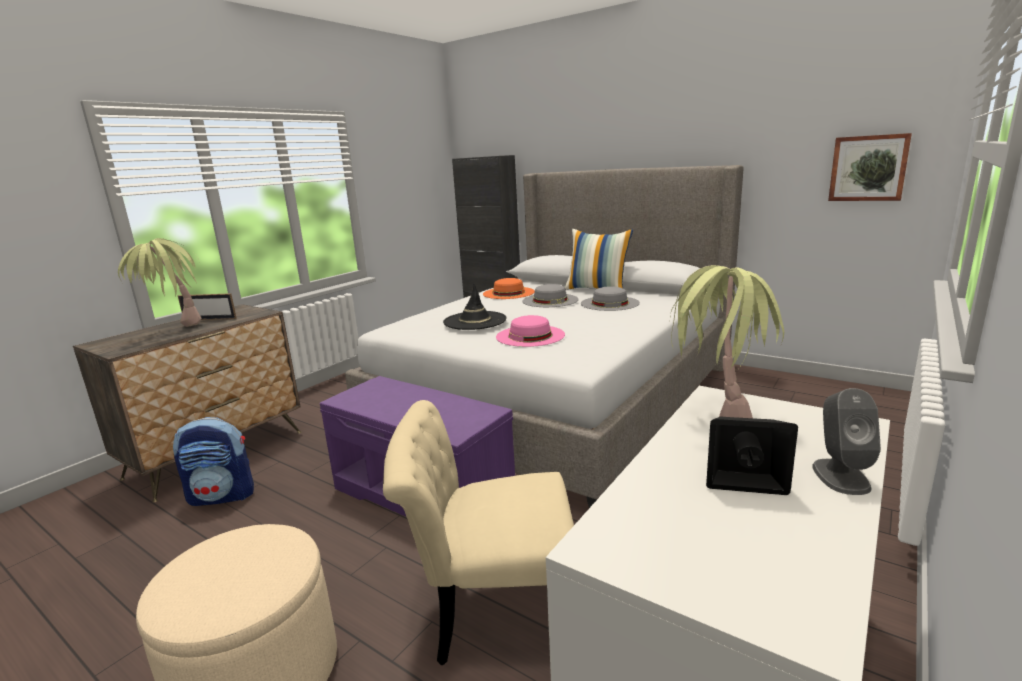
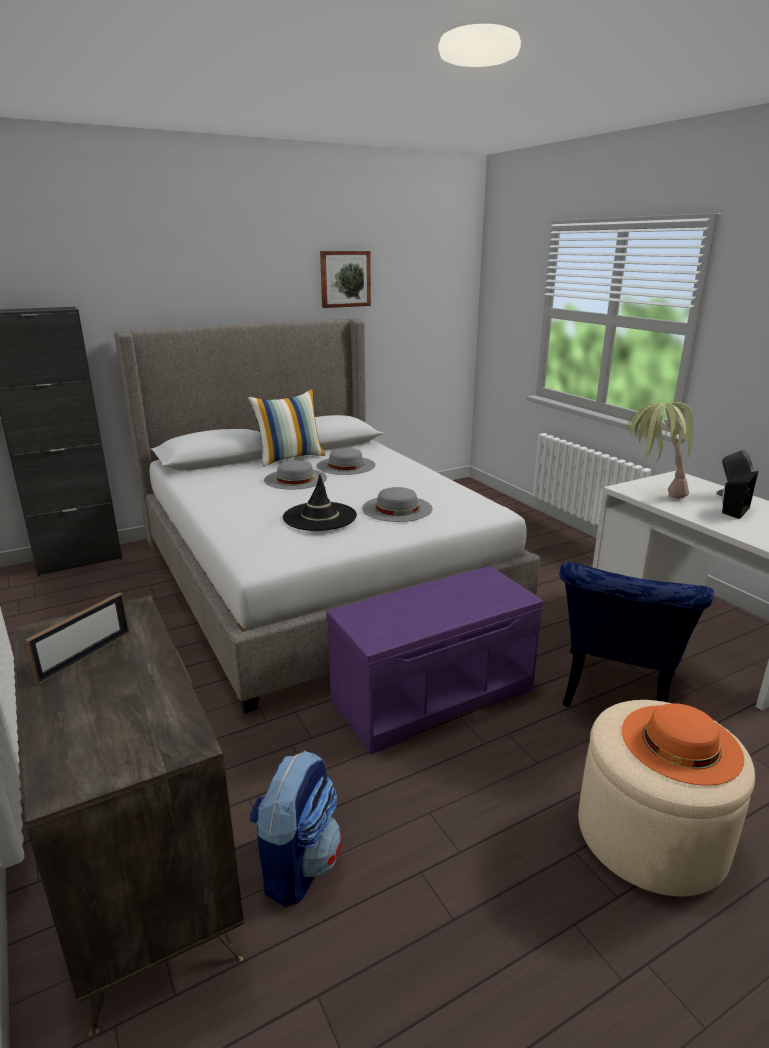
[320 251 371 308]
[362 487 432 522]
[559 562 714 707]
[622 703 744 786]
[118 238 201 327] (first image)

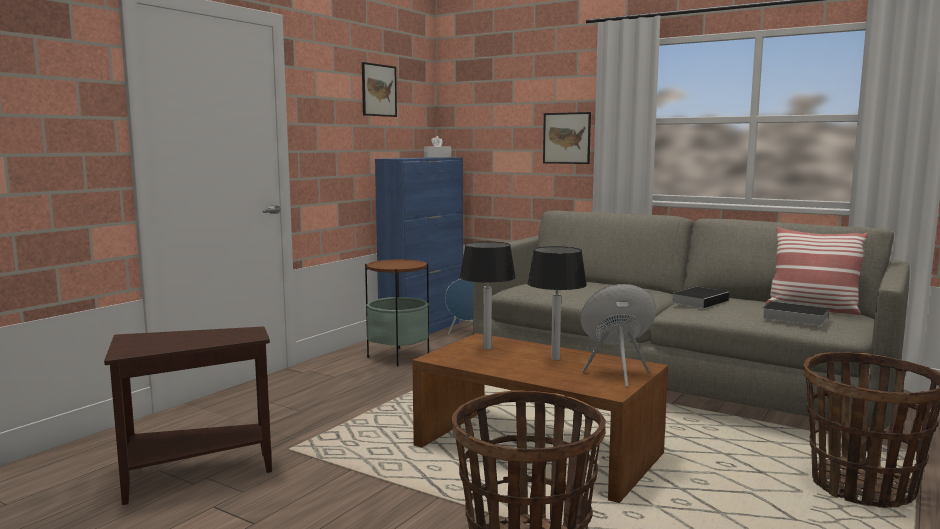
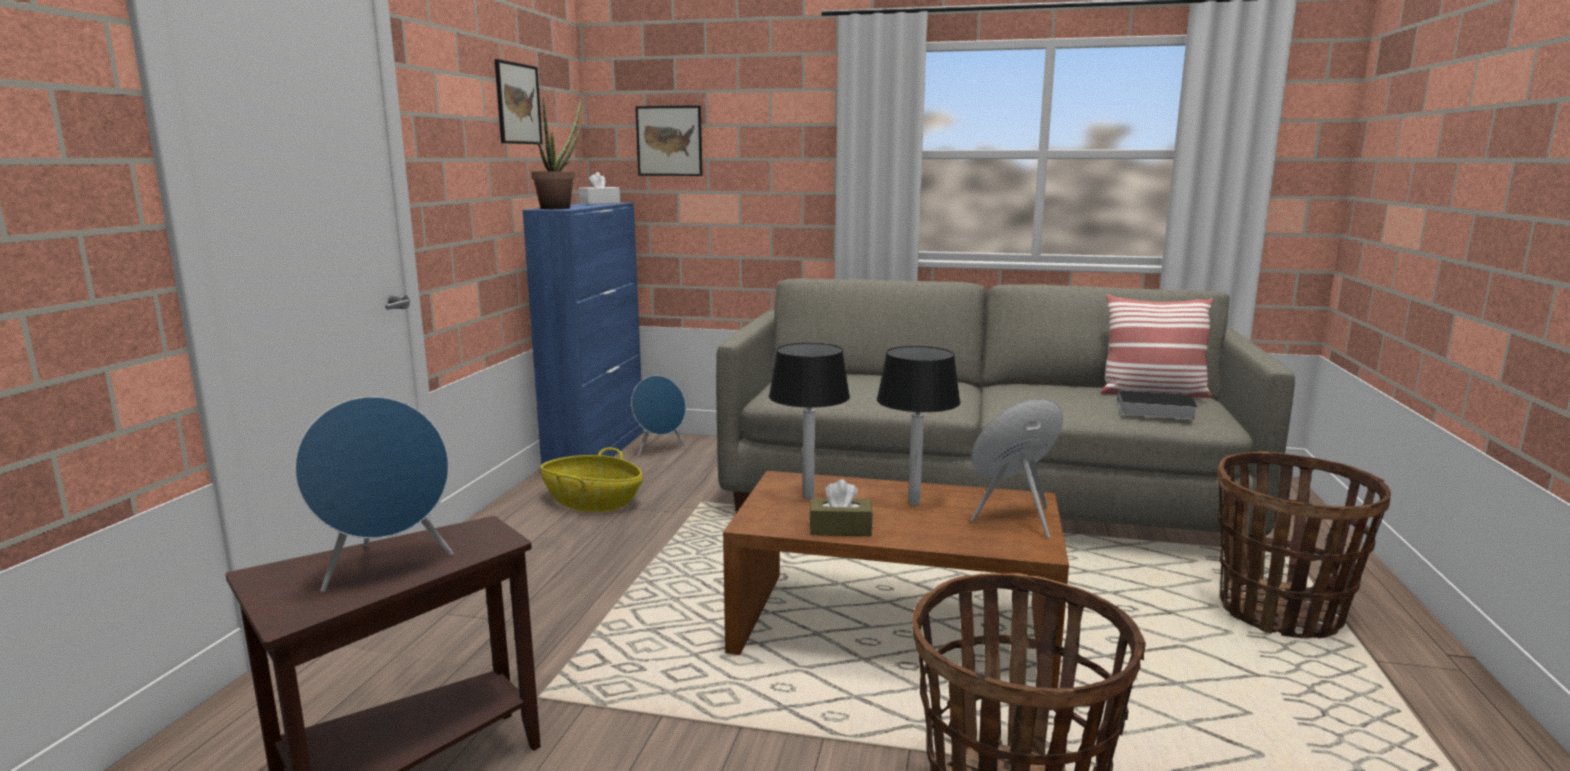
[295 397 454 592]
[531 97 582 209]
[541 448 643 512]
[635 105 703 176]
[809 479 873 536]
[671 287 729 308] (first image)

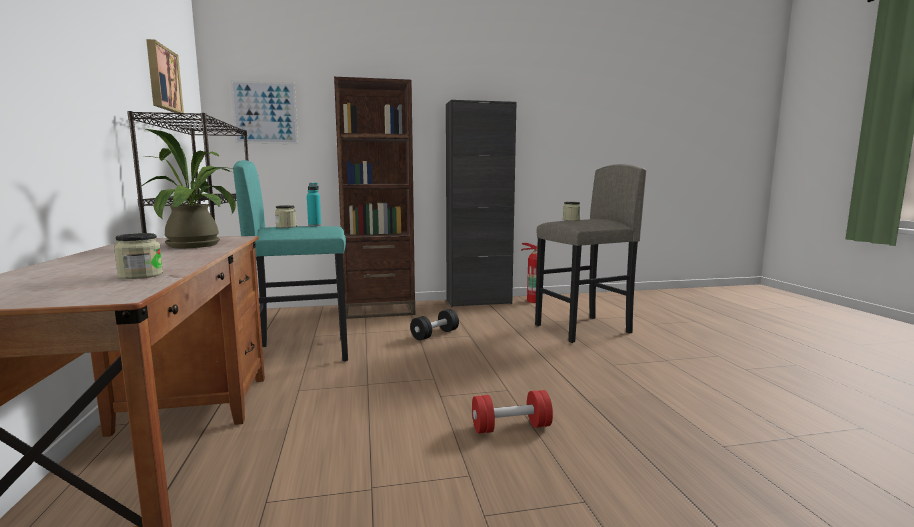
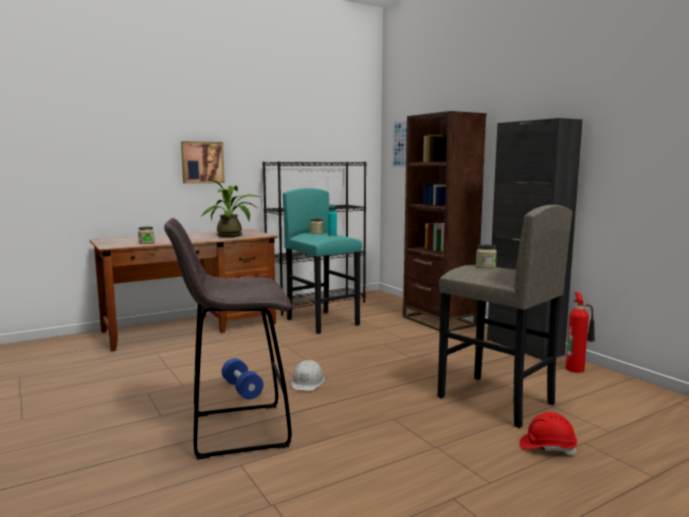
[164 218 292 459]
[181 141 225 184]
[222 358 263 399]
[291 360 324 391]
[519 412 577 455]
[410 309 459 341] (first image)

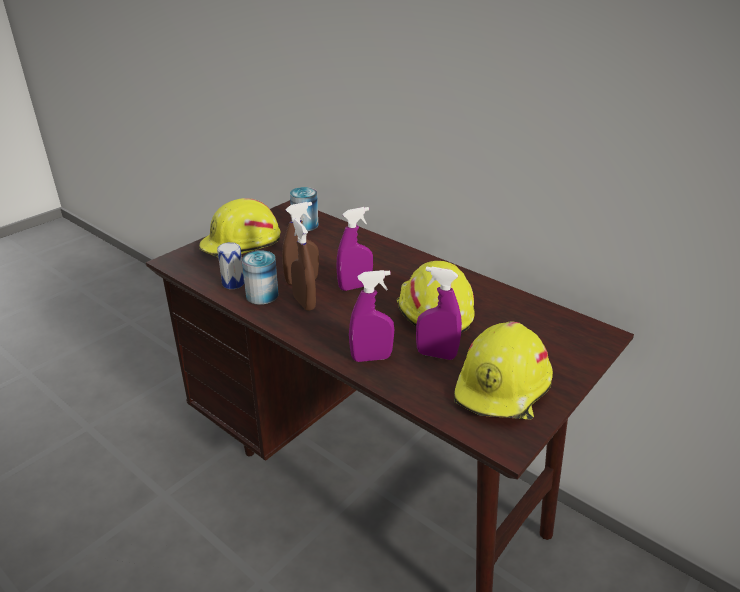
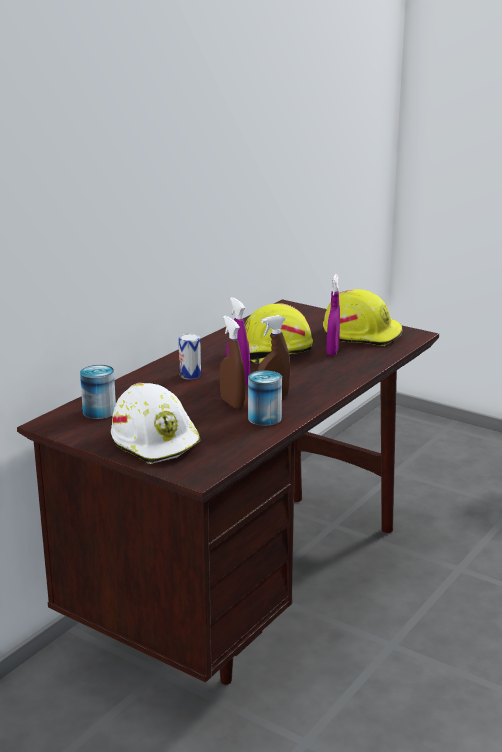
[111 383 201 464]
[178 334 201 379]
[349 270 394 362] (first image)

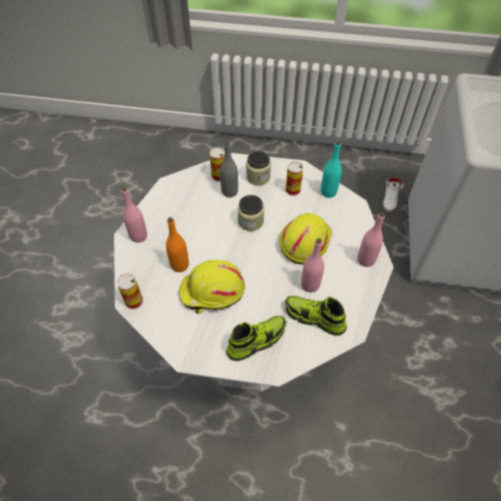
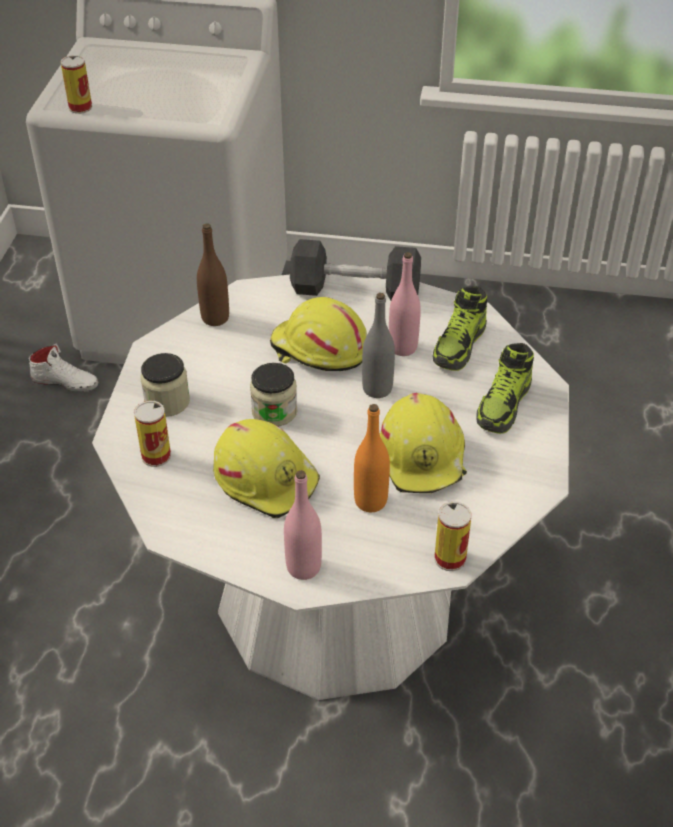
[60 55 92 114]
[197 223 229 326]
[213 419 320 518]
[290 239 421 300]
[362 293 395 398]
[476 343 534 434]

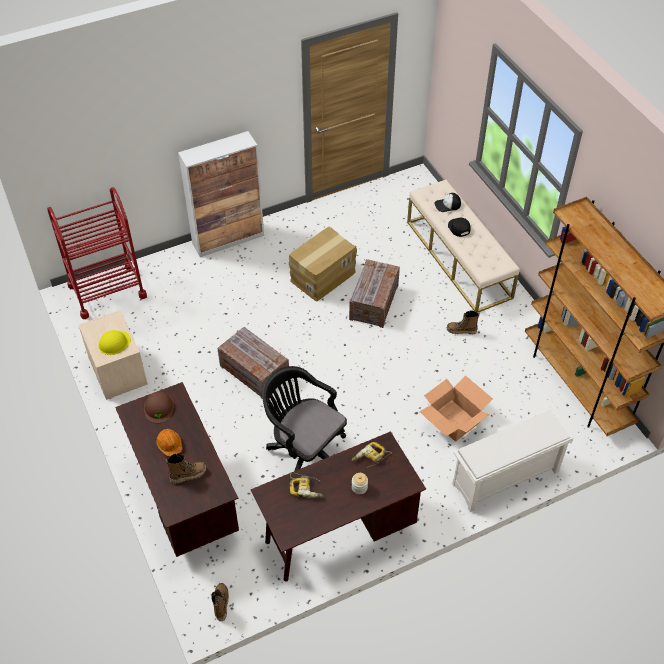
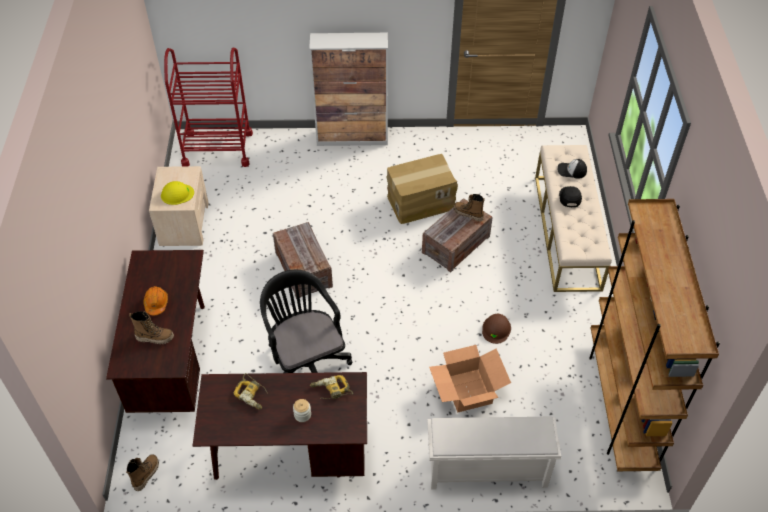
[453 194 485 222]
[482 314 511 344]

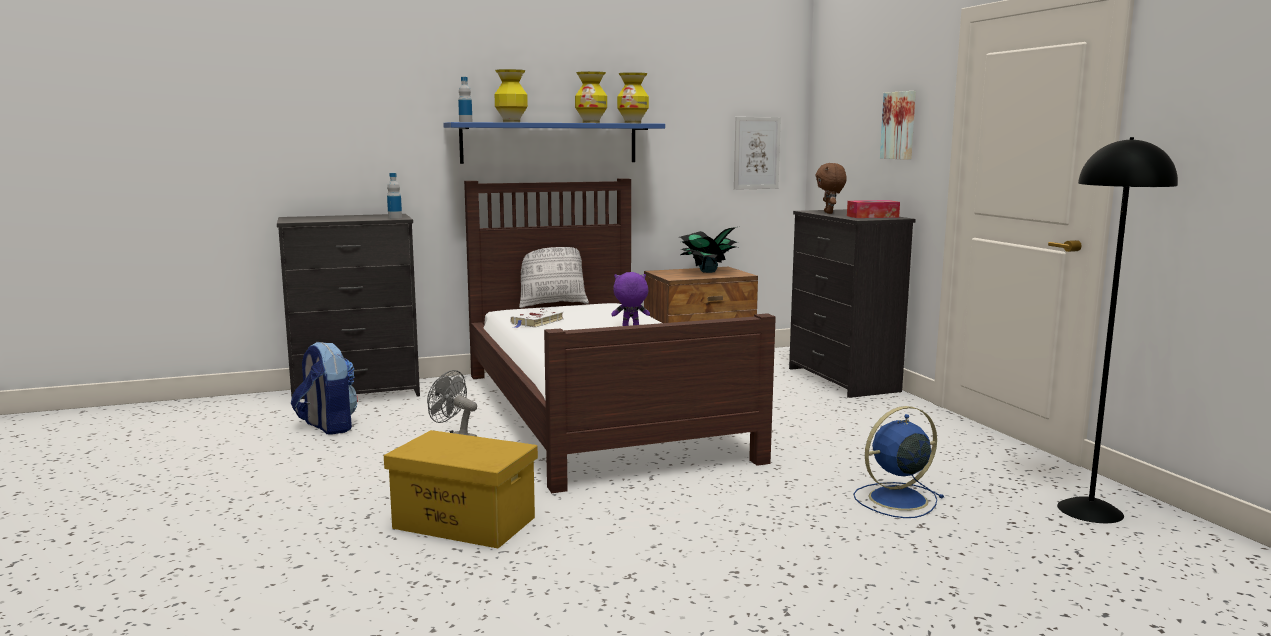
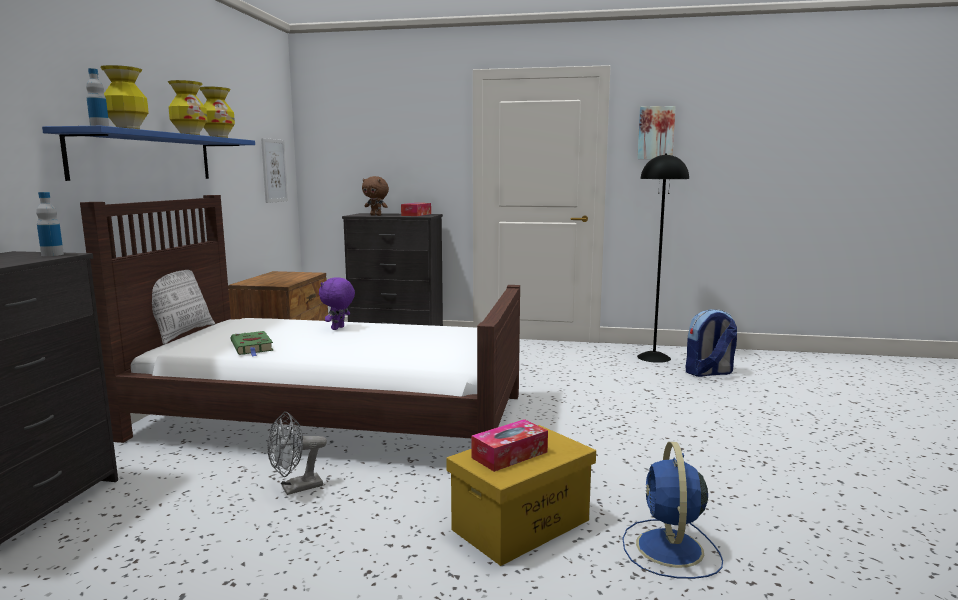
[231 331 273 357]
[471 419 548 472]
[622 442 723 579]
[637 106 676 159]
[686 309 737 377]
[679 227 738 273] (first image)

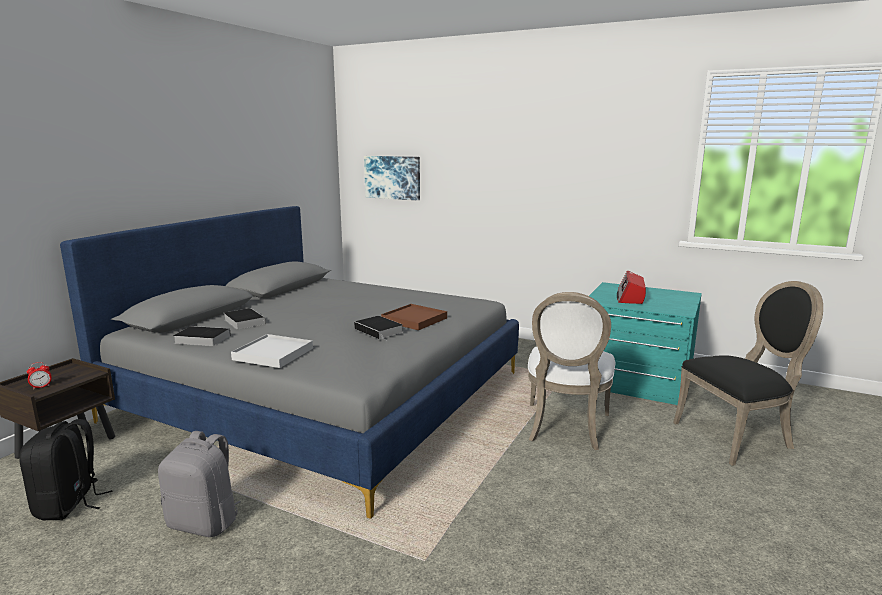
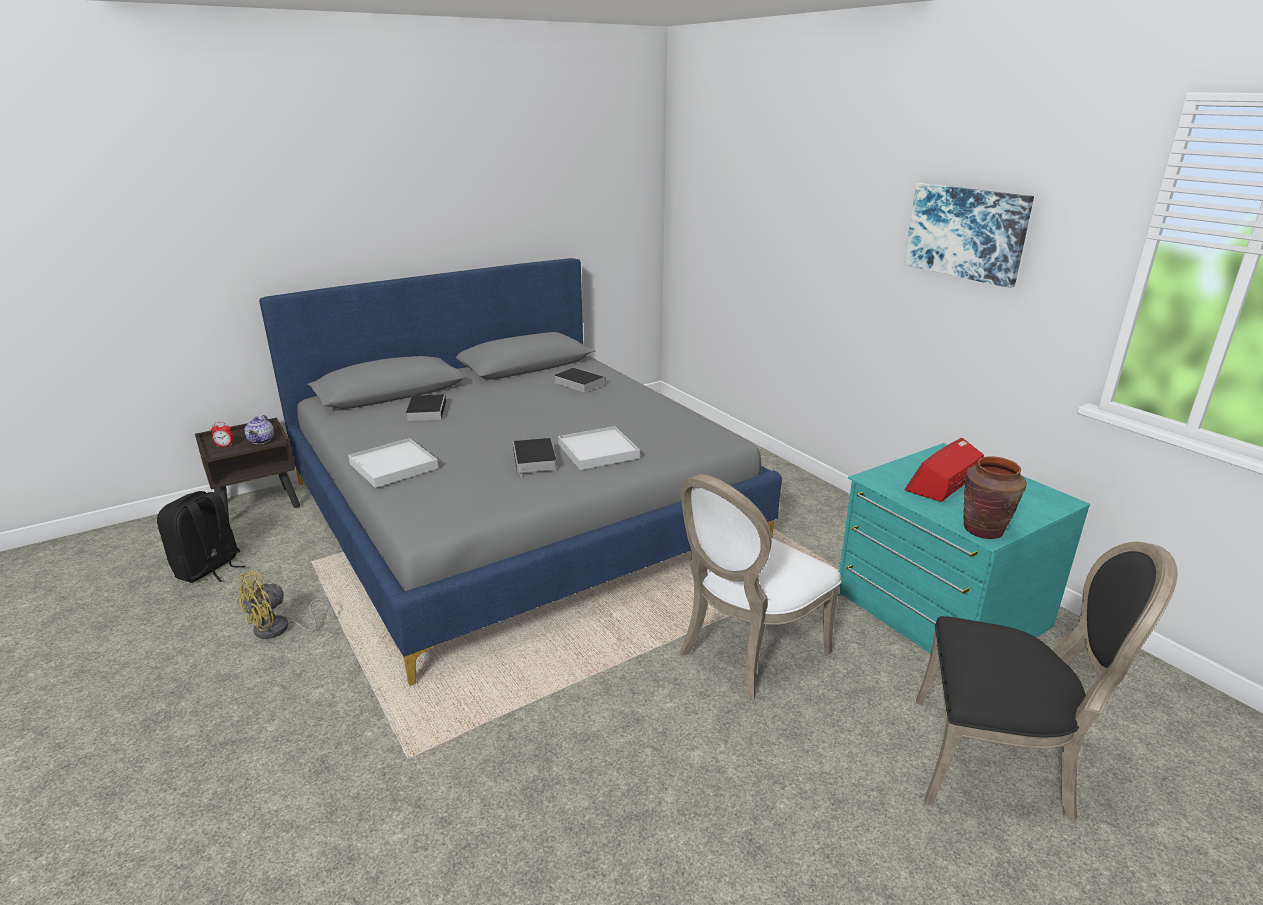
[237 571 334 639]
[245 415 274 444]
[554 368 605 392]
[558 426 640 470]
[904 183 1034 288]
[963 456 1027 539]

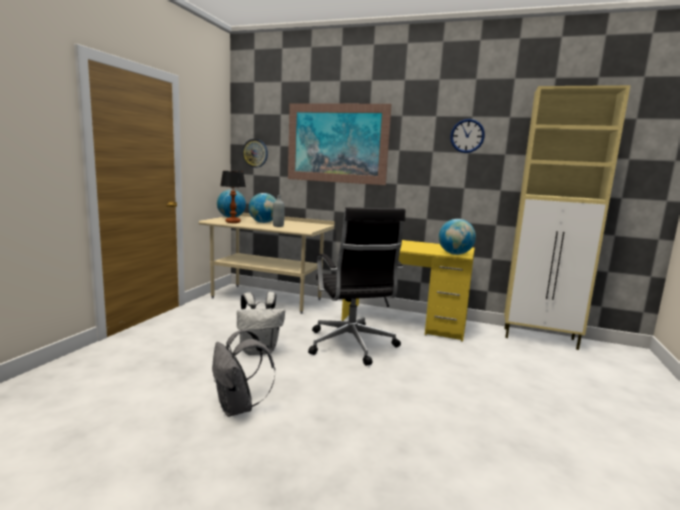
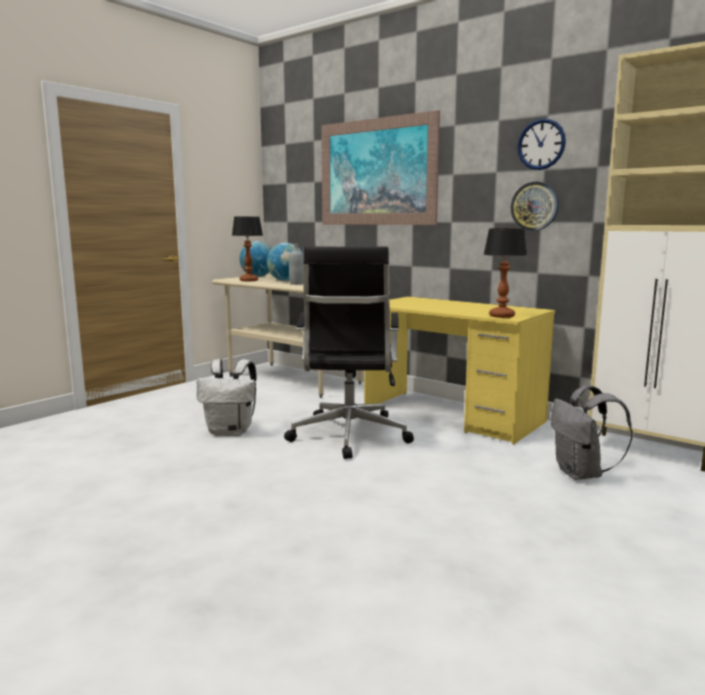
[483 228 527 318]
[511 182 559 231]
[550 385 633 480]

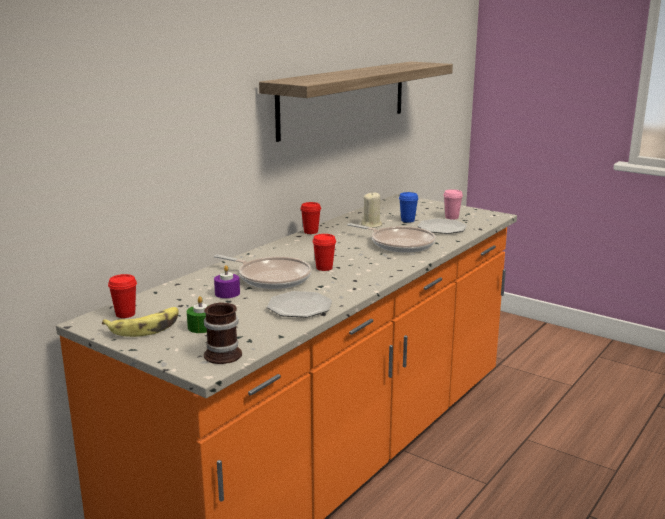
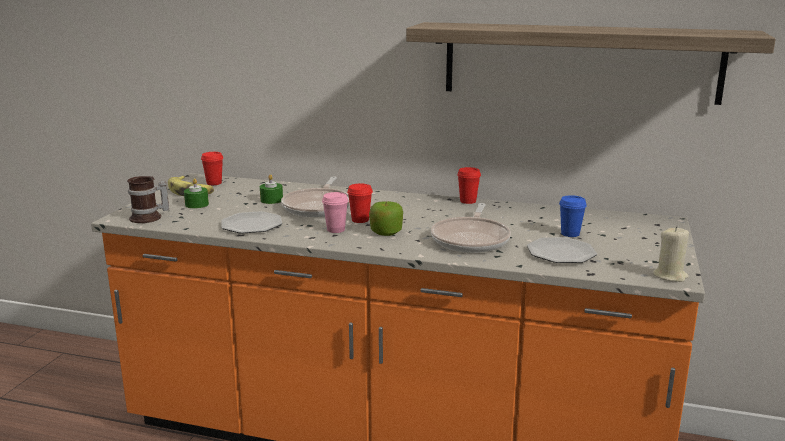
[260 174 283 204]
[322 192 348 233]
[369 201 403 236]
[653 226 689 282]

